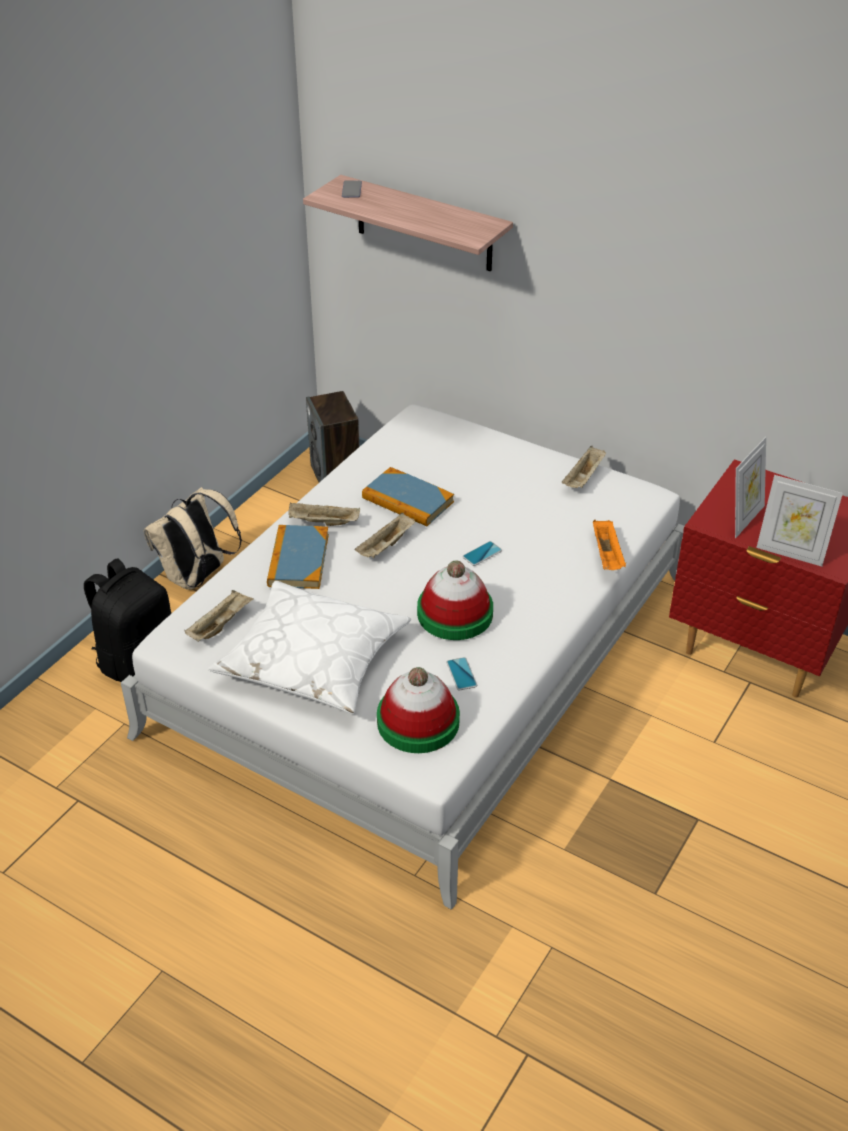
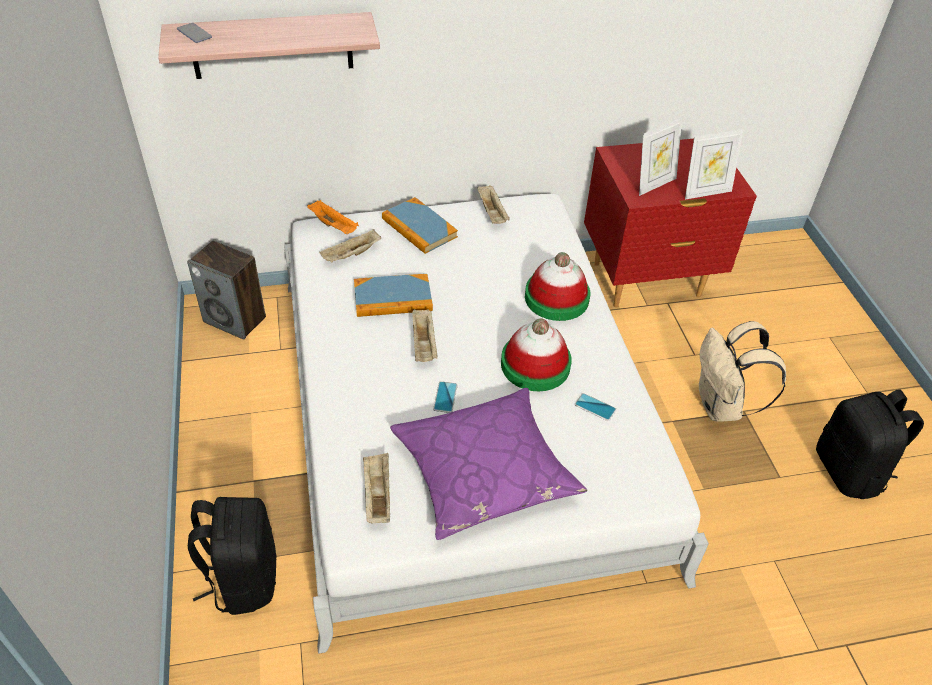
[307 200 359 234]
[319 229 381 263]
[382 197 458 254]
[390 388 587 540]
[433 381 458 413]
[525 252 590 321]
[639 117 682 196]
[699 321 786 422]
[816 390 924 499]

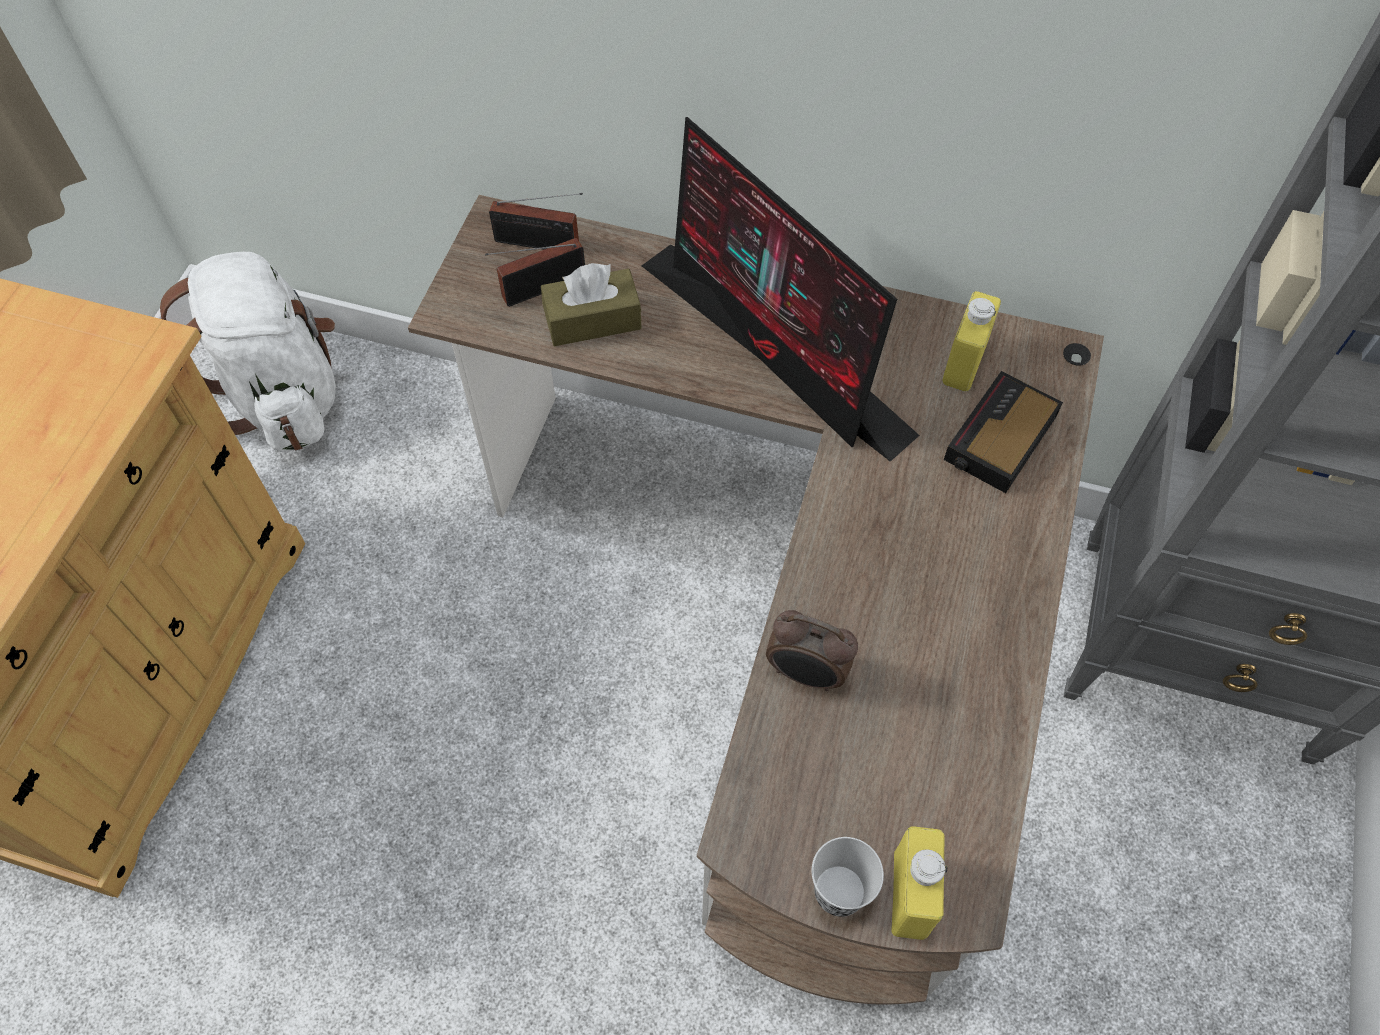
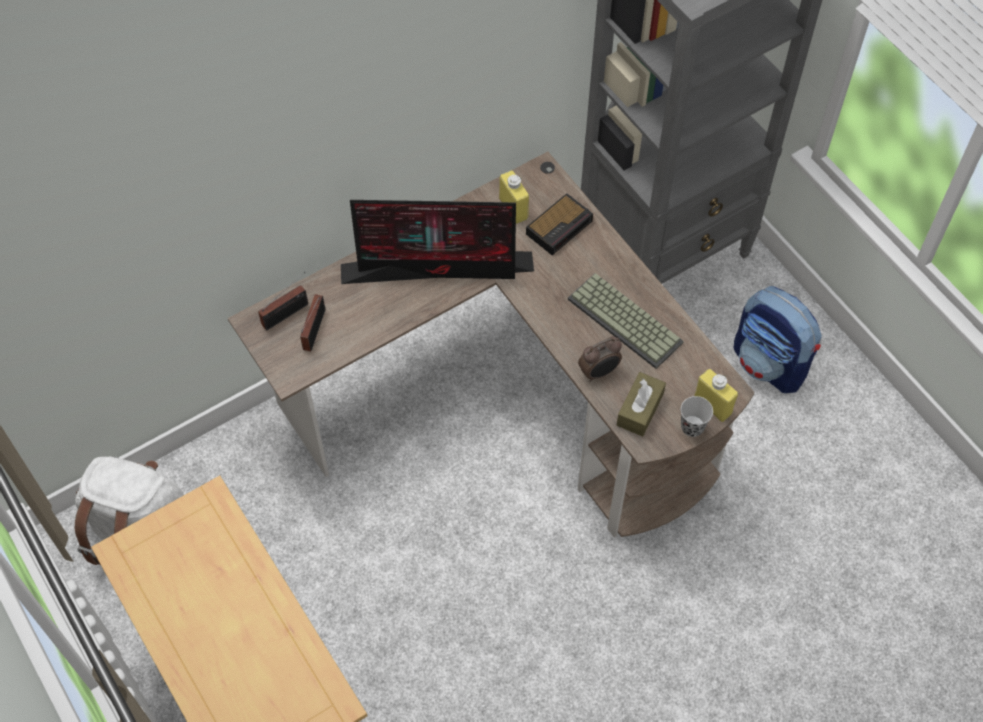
[526 193 593 255]
[568 273 684 369]
[617 372 666 437]
[734 286 822 393]

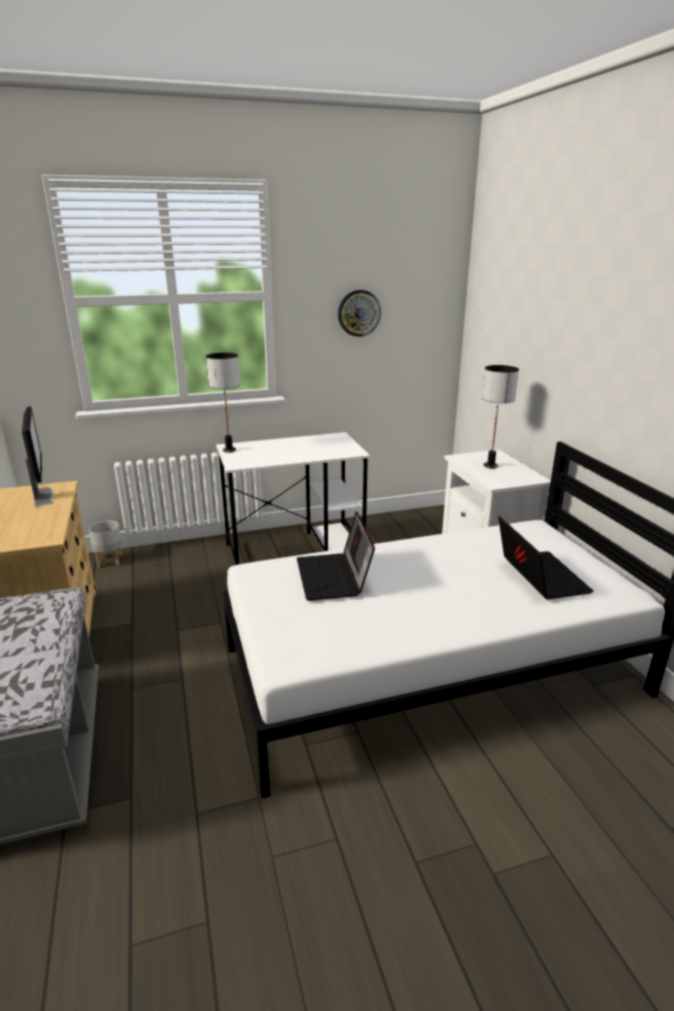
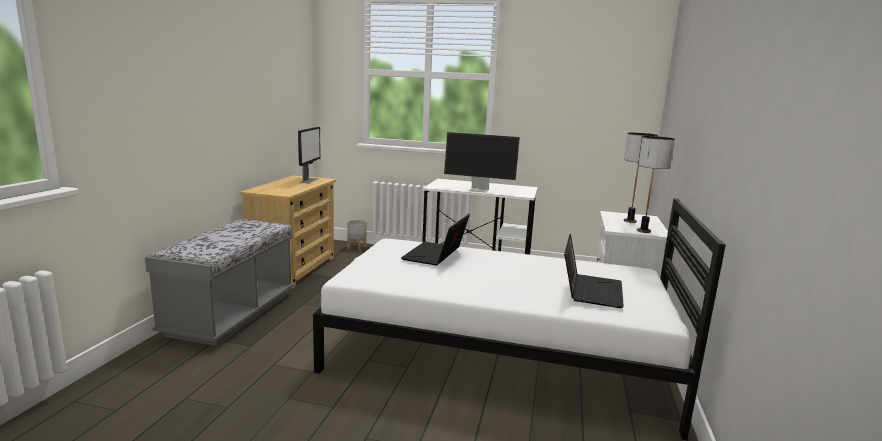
[444 132 520 193]
[637 136 675 233]
[338 290 381 337] (first image)

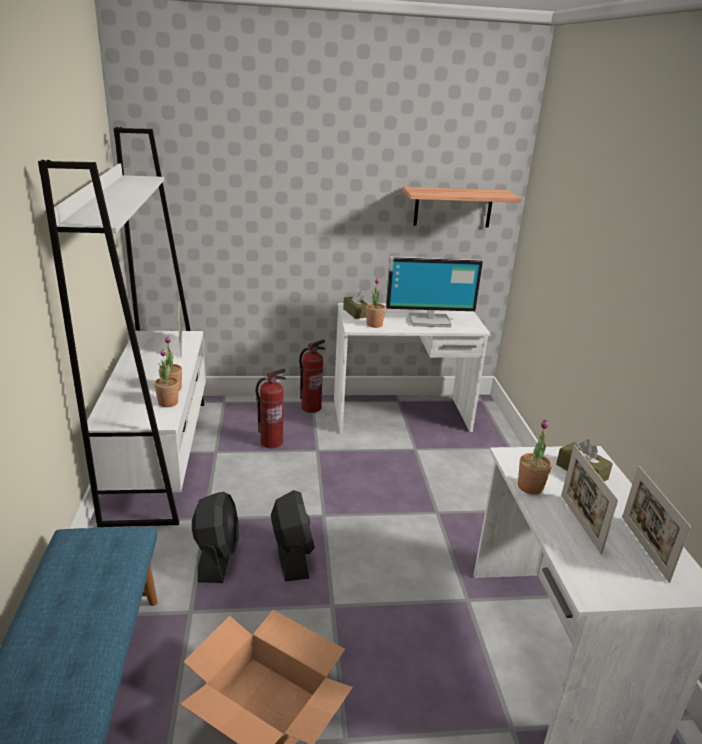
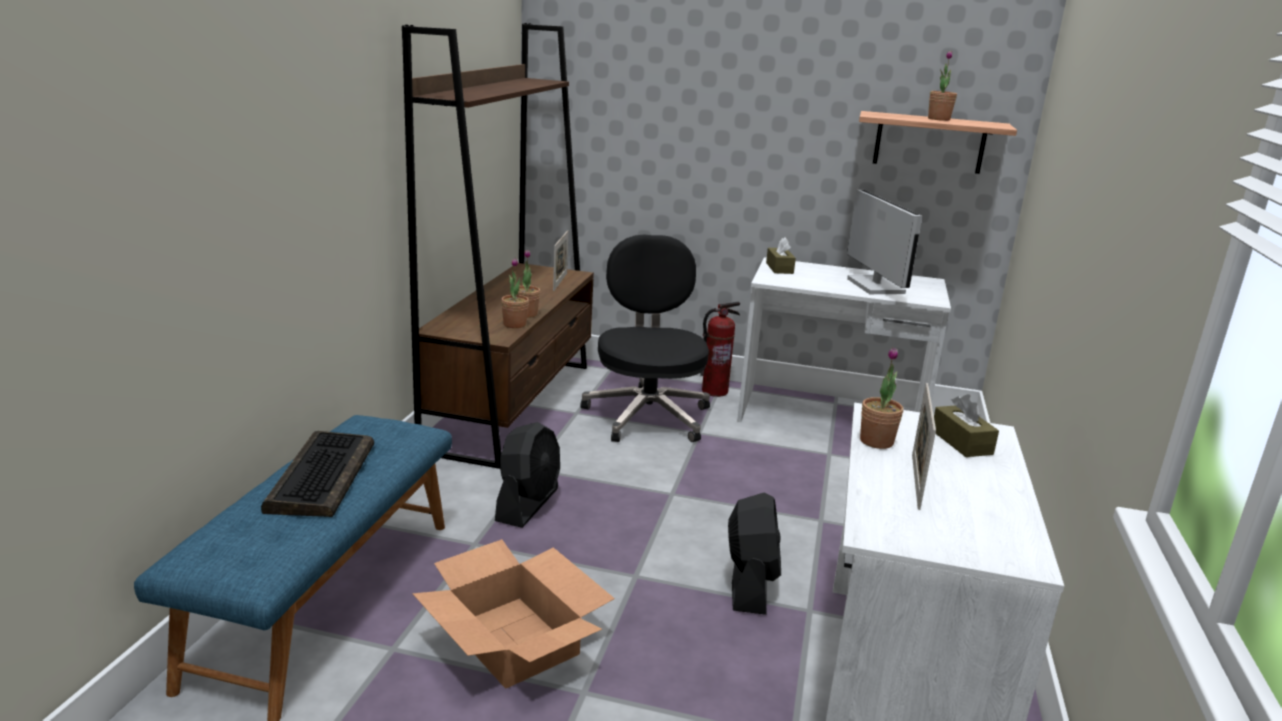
[261 431 374 517]
[402 23 594 469]
[580 235 710 442]
[728 492 781 615]
[847 190 922 294]
[928 50 957 121]
[622 466 691 583] (first image)

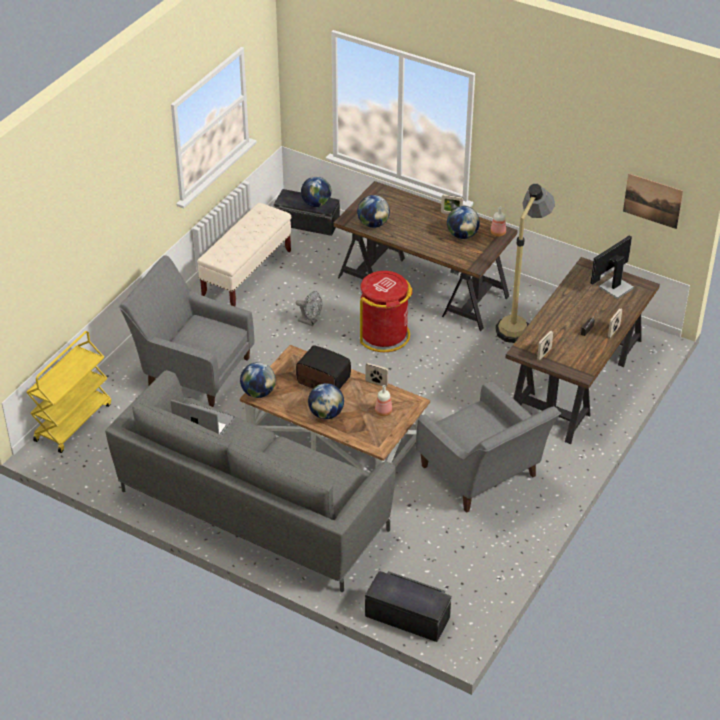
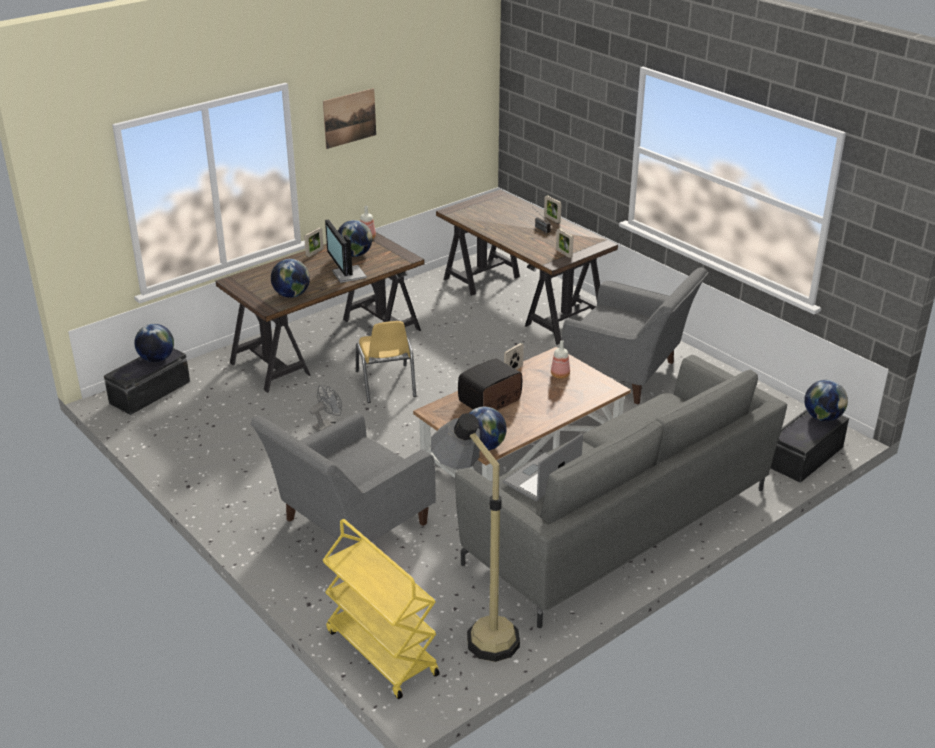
[323 88 376 149]
[325 219 367 283]
[356 321 416 403]
[431 413 520 662]
[561 267 709 404]
[804 380 848 421]
[197 203 291 306] (first image)

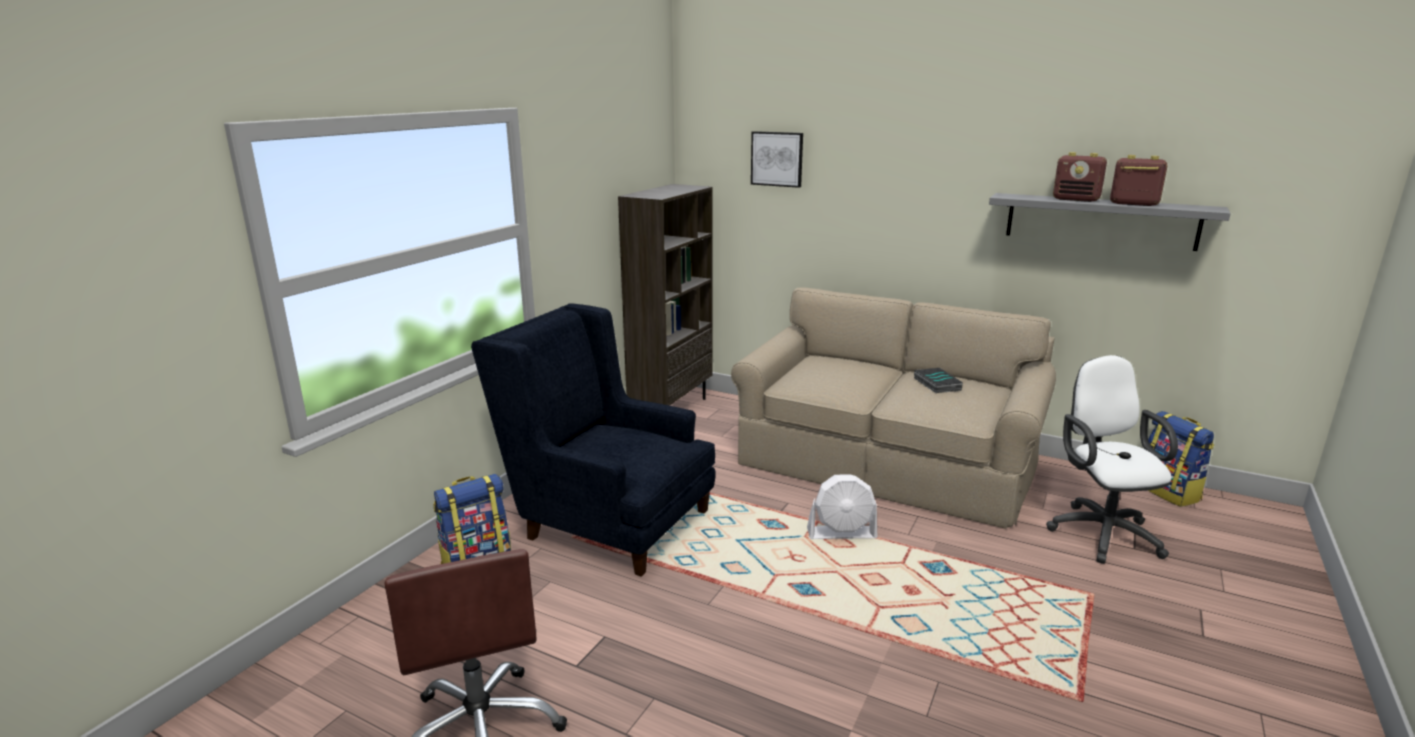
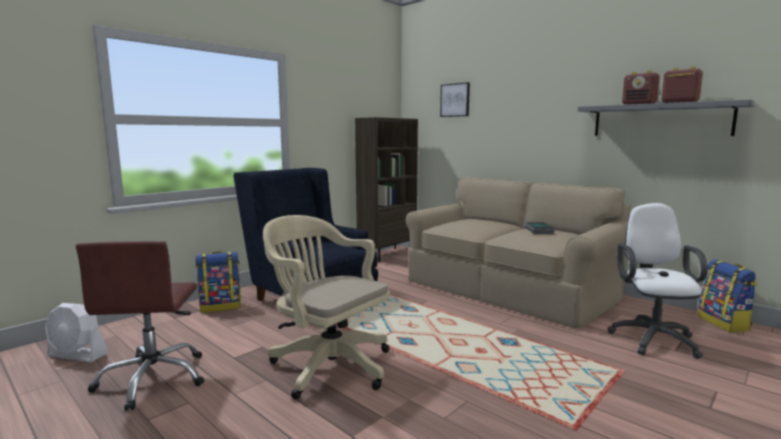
[45 303 108 362]
[263 215 390 399]

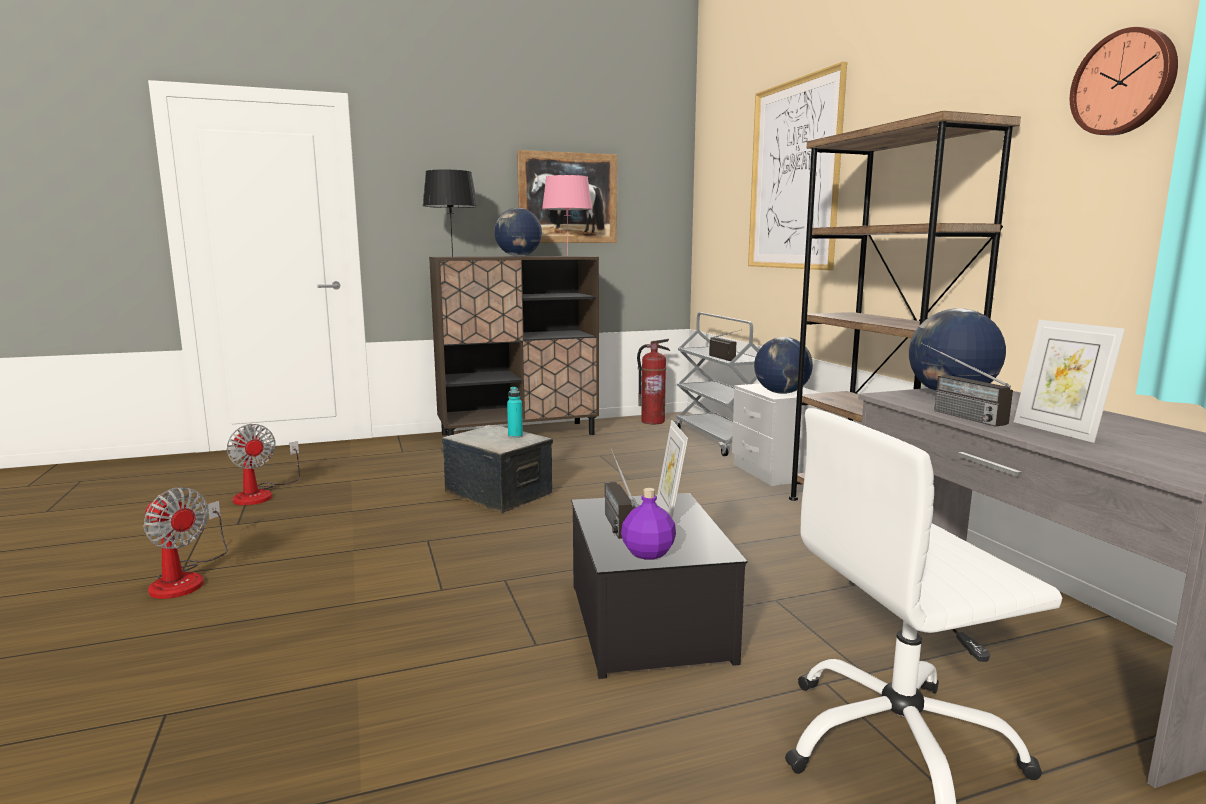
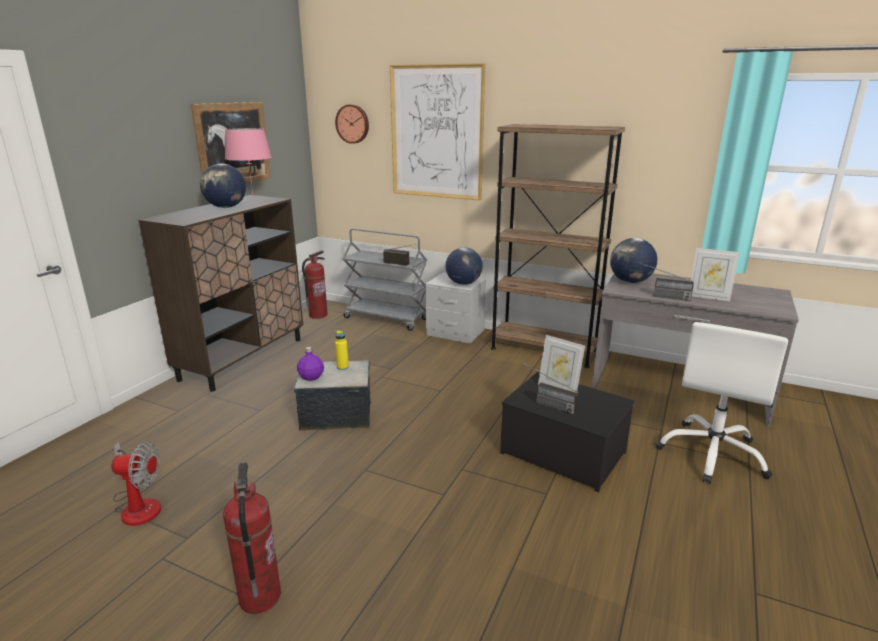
[223 462 281 614]
[297 347 324 381]
[335 104 369 144]
[335 330 349 370]
[422 170 478 257] (first image)

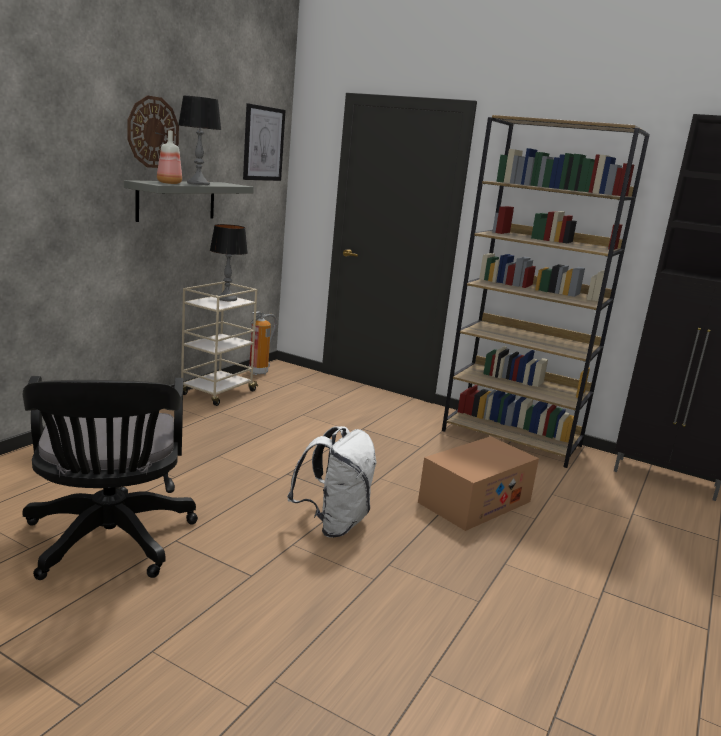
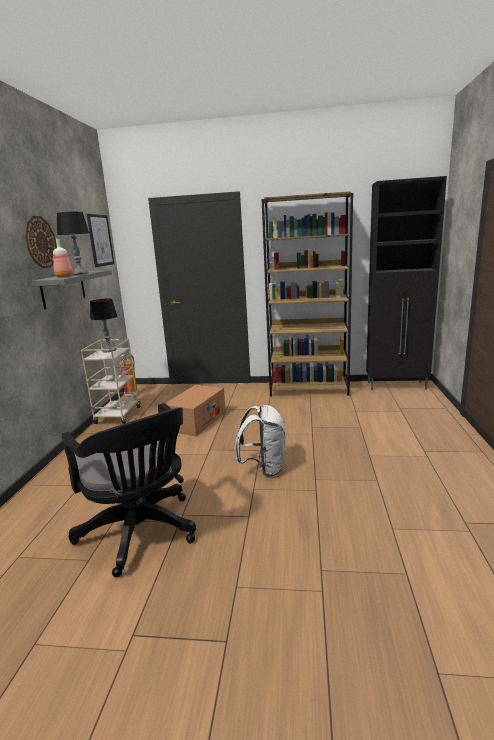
[165 385 226 436]

